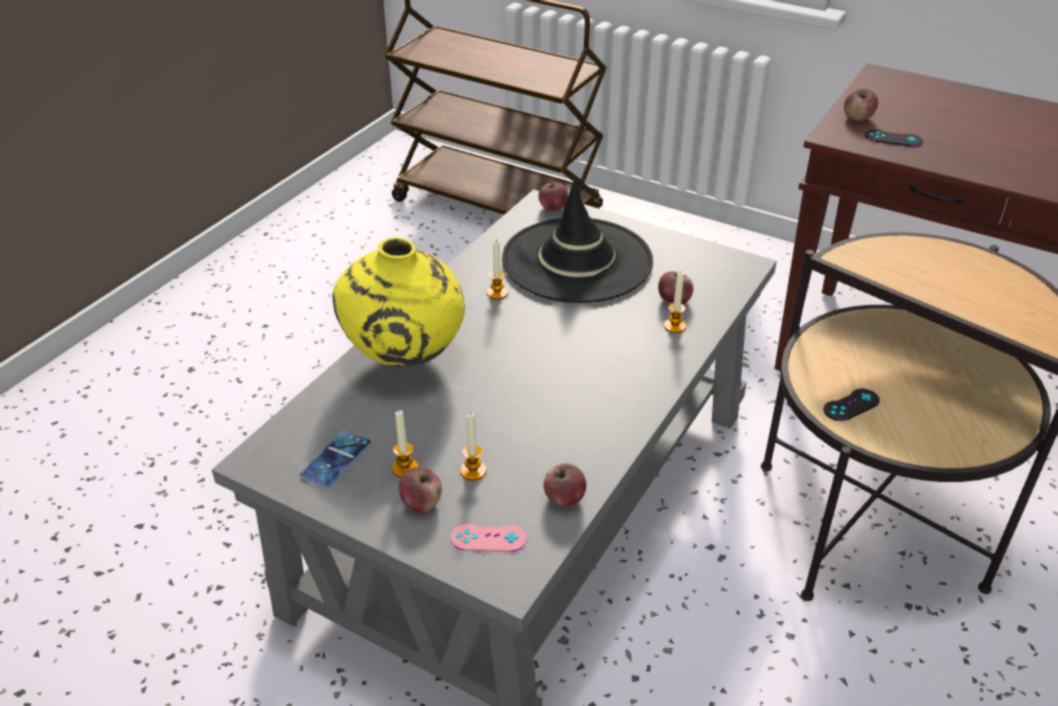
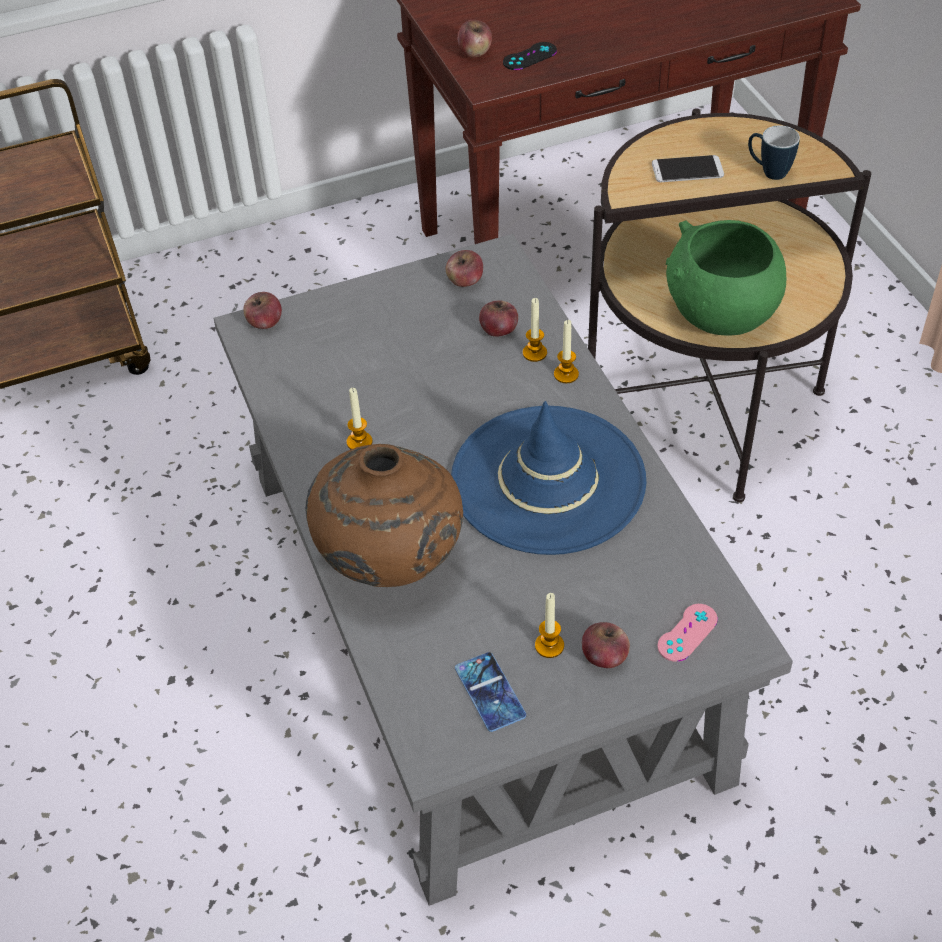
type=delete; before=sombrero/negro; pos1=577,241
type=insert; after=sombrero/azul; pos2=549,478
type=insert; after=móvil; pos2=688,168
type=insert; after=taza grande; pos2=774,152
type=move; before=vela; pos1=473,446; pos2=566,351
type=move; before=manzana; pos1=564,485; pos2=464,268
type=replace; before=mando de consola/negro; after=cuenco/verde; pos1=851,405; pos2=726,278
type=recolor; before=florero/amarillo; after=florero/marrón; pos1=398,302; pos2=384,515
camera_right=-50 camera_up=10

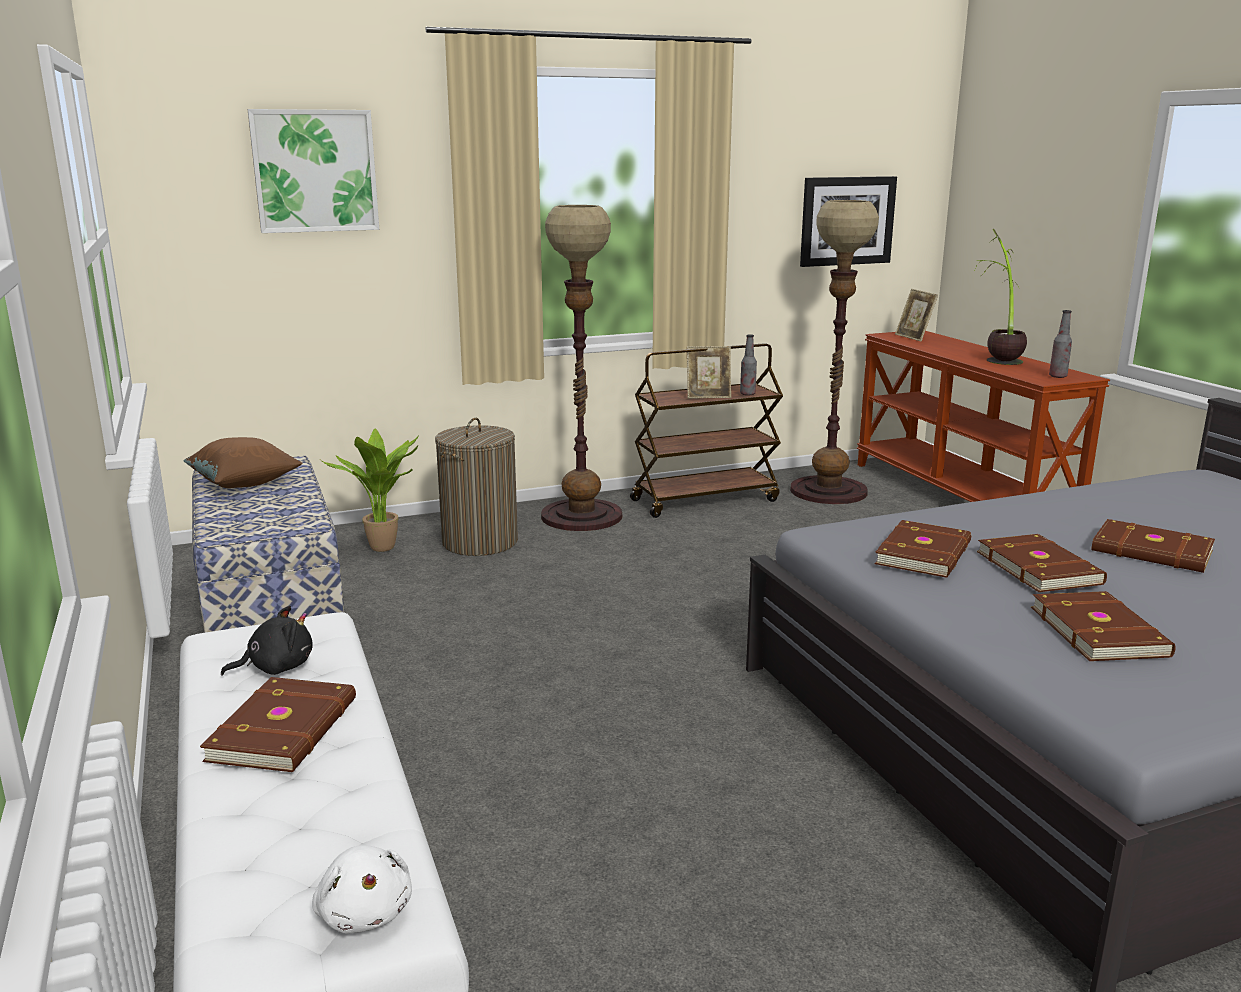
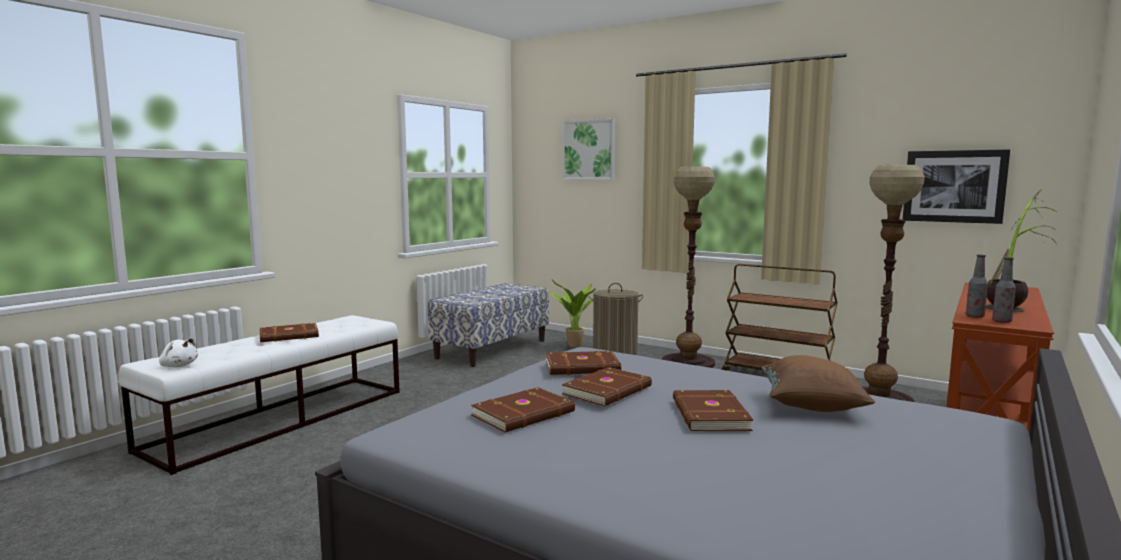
type=delete; before=peluche/negro; pos1=266,640
type=delete; before=portarretratos; pos1=709,372
type=move; before=cojín/marrón; pos1=243,462; pos2=818,383
type=move; before=botella; pos1=748,365; pos2=977,286
type=rotate; before=peluche/blanco; pos1=362,889; pos2=178,352; turn=-90
camera_right=55 camera_up=-10

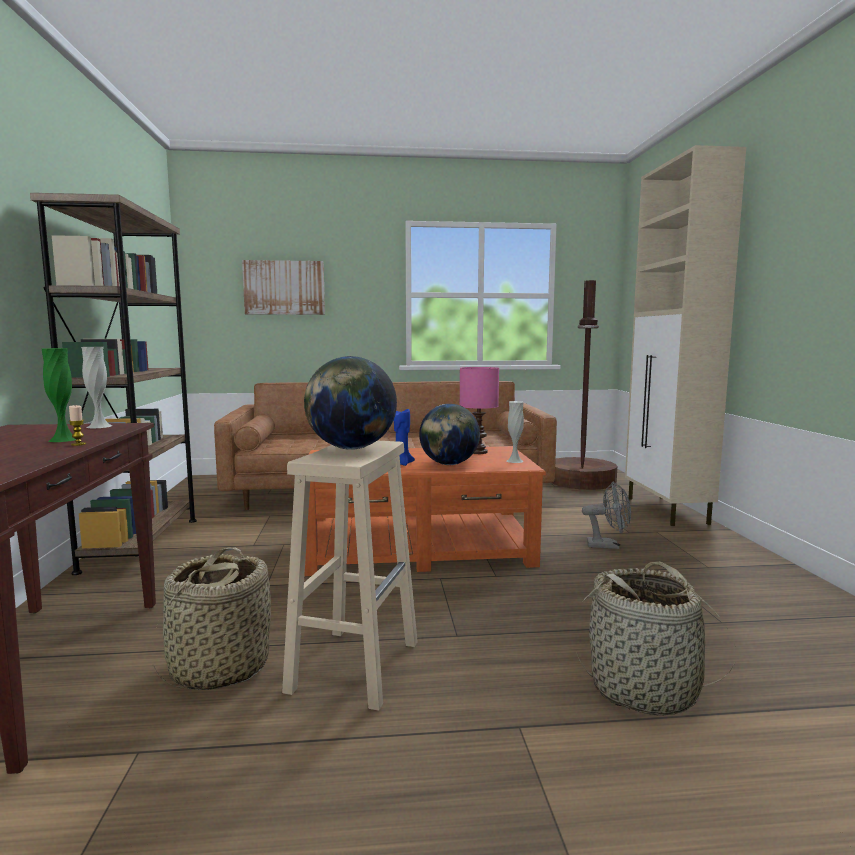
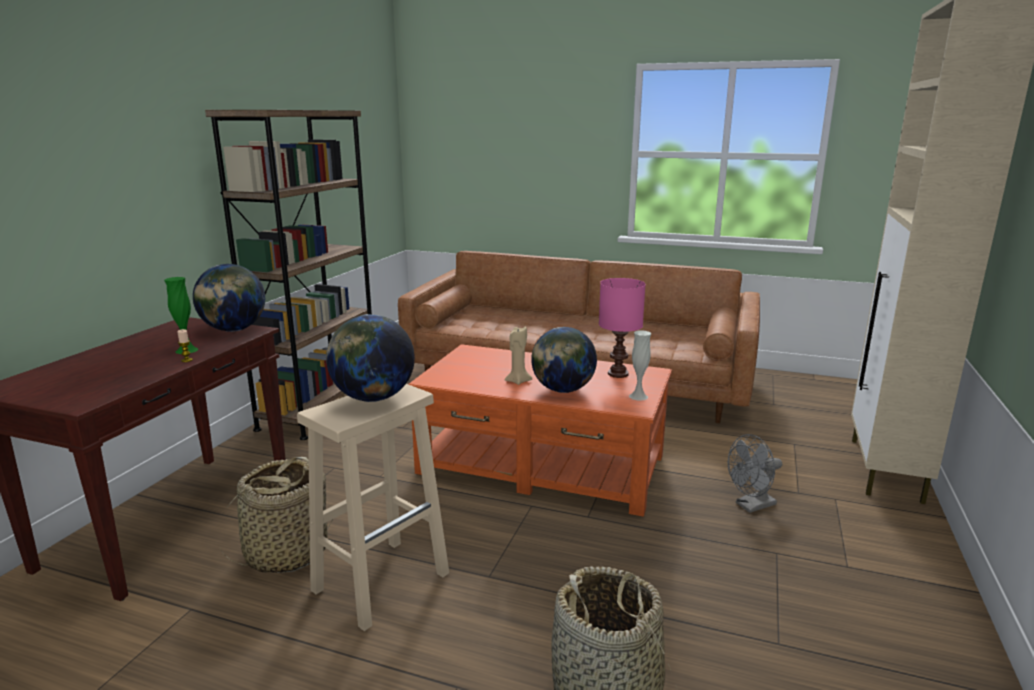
type=delete; before=cuadro; pos1=283,287
type=delete; before=lámpara de pie/marrón; pos1=584,385
type=replace; before=florero/blanco; after=globo terráqueo; pos1=96,387; pos2=229,298
type=recolor; before=vela/azul; after=vela/beis; pos1=404,437; pos2=518,356
type=rotate; before=ventilador/gris; pos1=606,515; pos2=755,473; turn=120
camera_right=25 camera_up=10

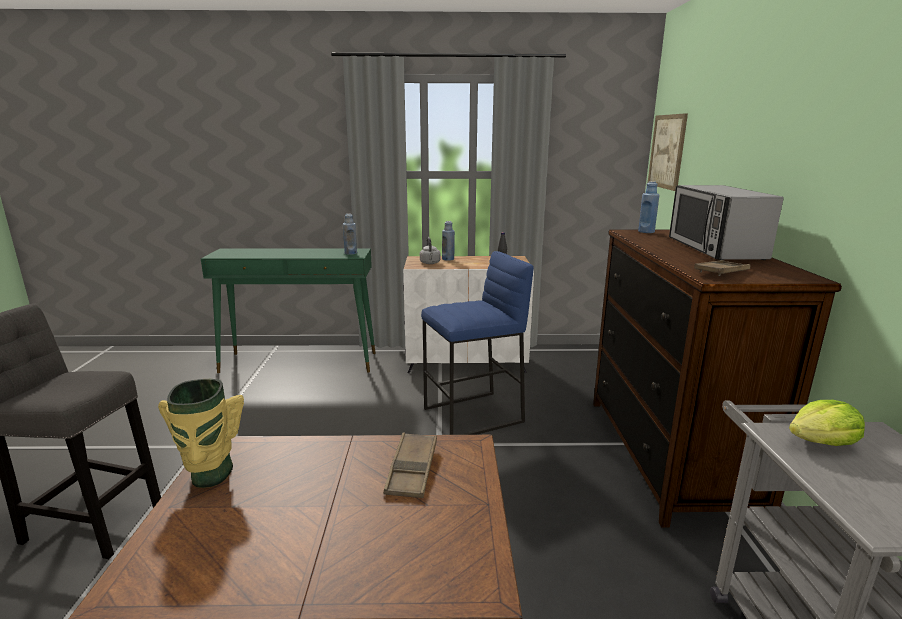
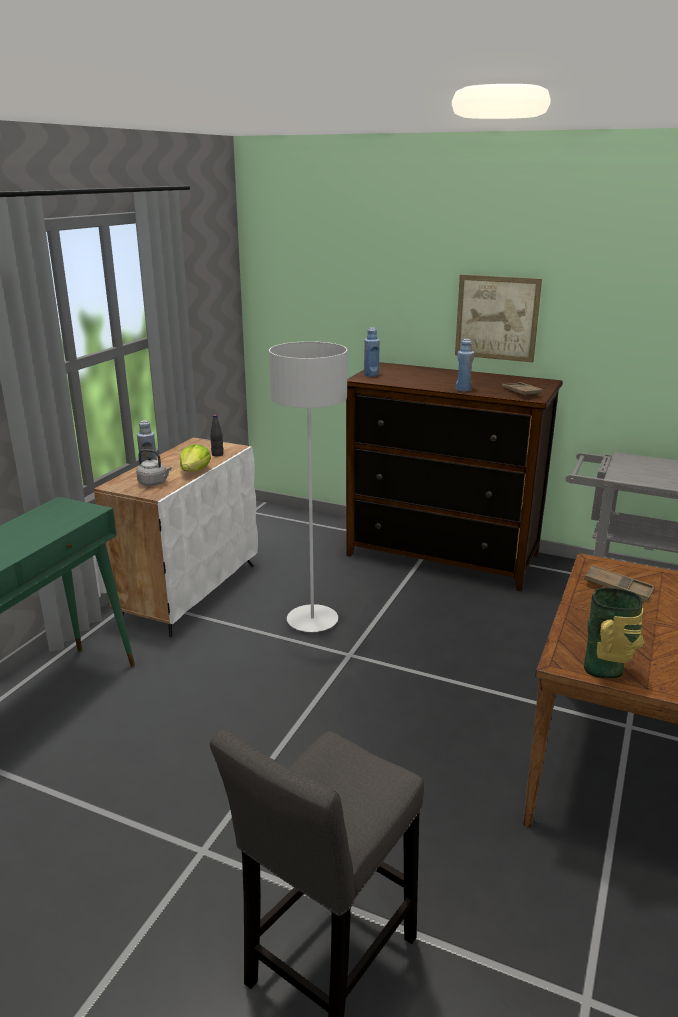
type=delete; before=microondas; pos1=726,222
type=move; before=botella/azul; pos1=350,234; pos2=465,365
type=move; before=cuadro; pos1=668,152; pos2=498,318
type=move; before=lechuga; pos1=827,423; pos2=195,458
type=replace; before=taburete/azul; after=lámpara de pie/gris; pos1=477,343; pos2=308,486
camera_right=-65 camera_up=5

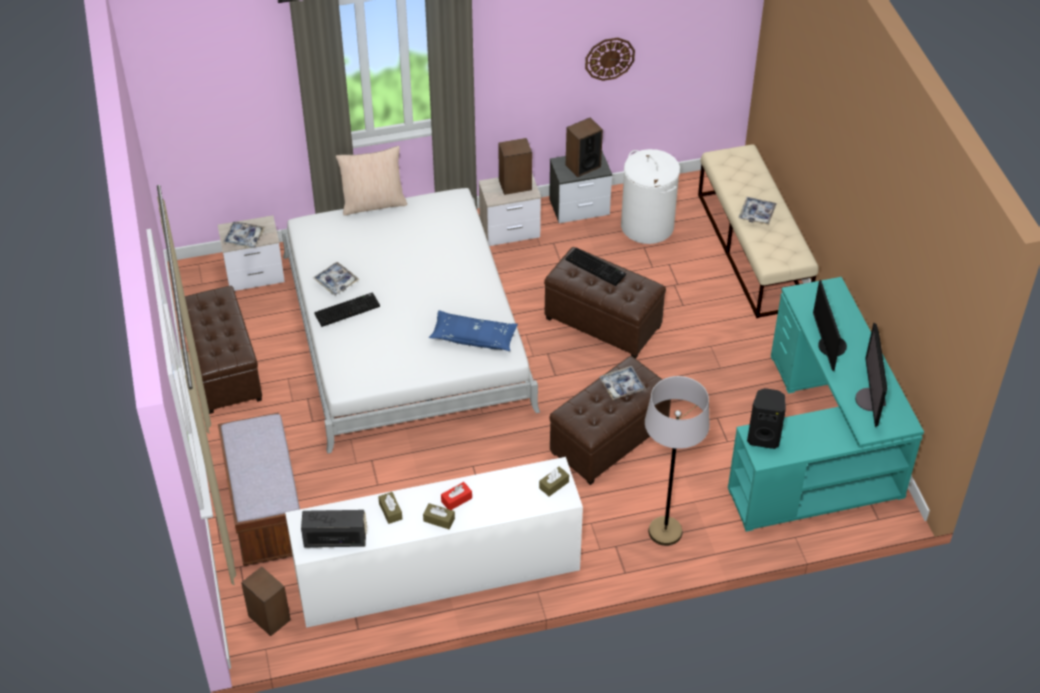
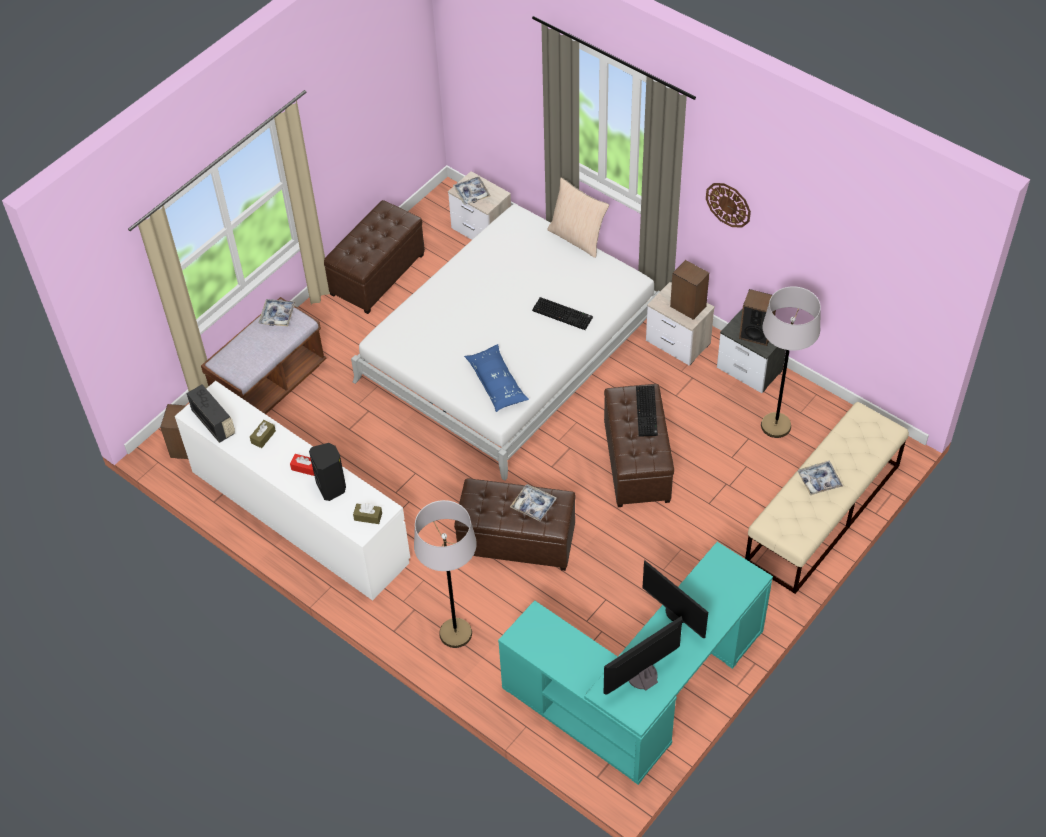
type=delete; before=caja de pañuelos/marrón; pos1=439,516
type=move; before=bandeja; pos1=336,278; pos2=277,312
type=move; before=teclado; pos1=347,309; pos2=562,313
type=move; before=reloj de pared; pos1=610,59; pos2=728,205
type=move; before=altavoz/negro; pos1=766,418; pos2=327,472
type=replace; before=cesto de la ropa/blanco; after=lámpara de pie/gris; pos1=650,196; pos2=791,362
type=rotate; before=monitor; pos1=830,325; pos2=675,599; turn=-90
camera_right=55 camera_up=5

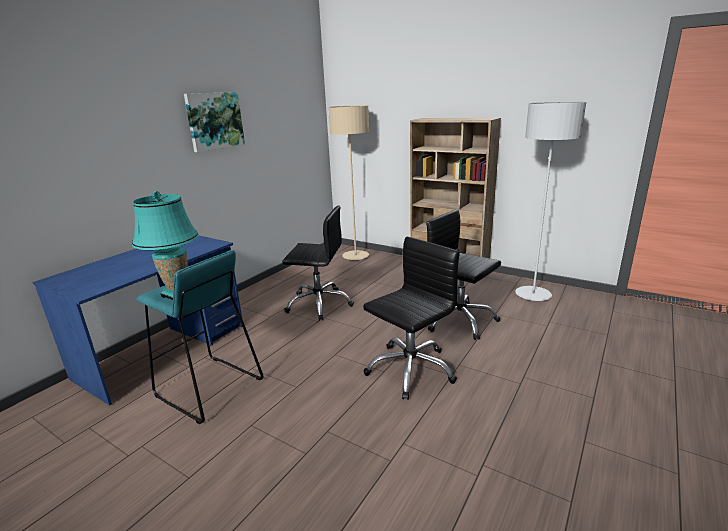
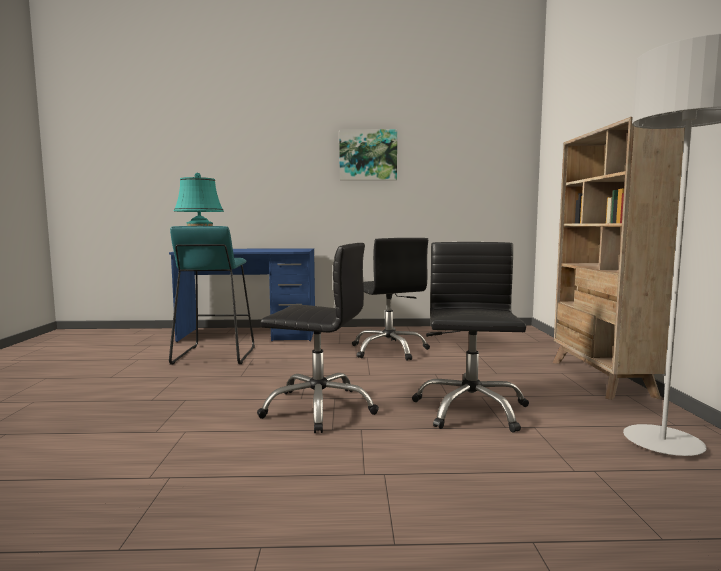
type=delete; before=lámpara de pie/beis; pos1=348,182
camera_right=55 camera_up=-15

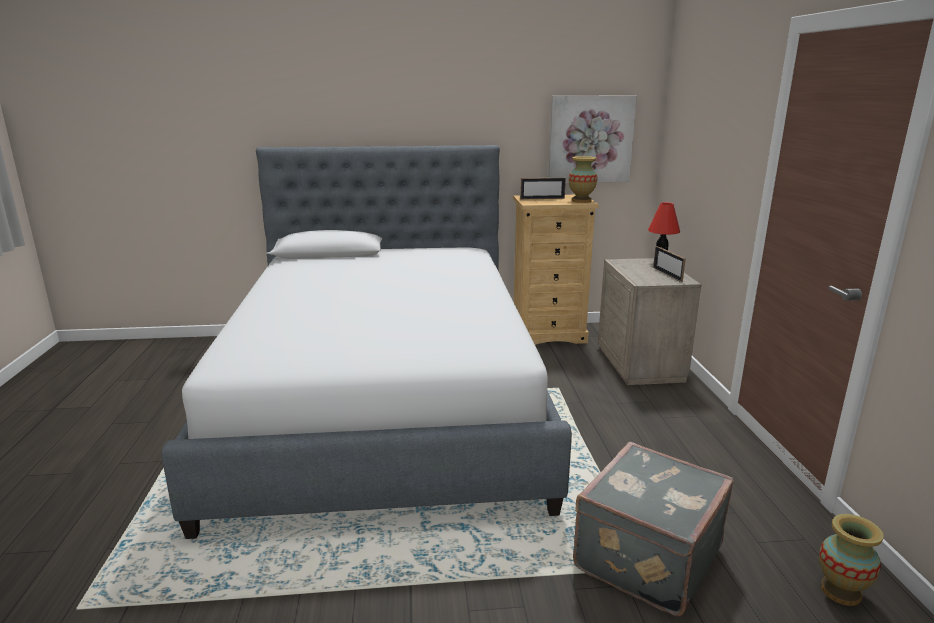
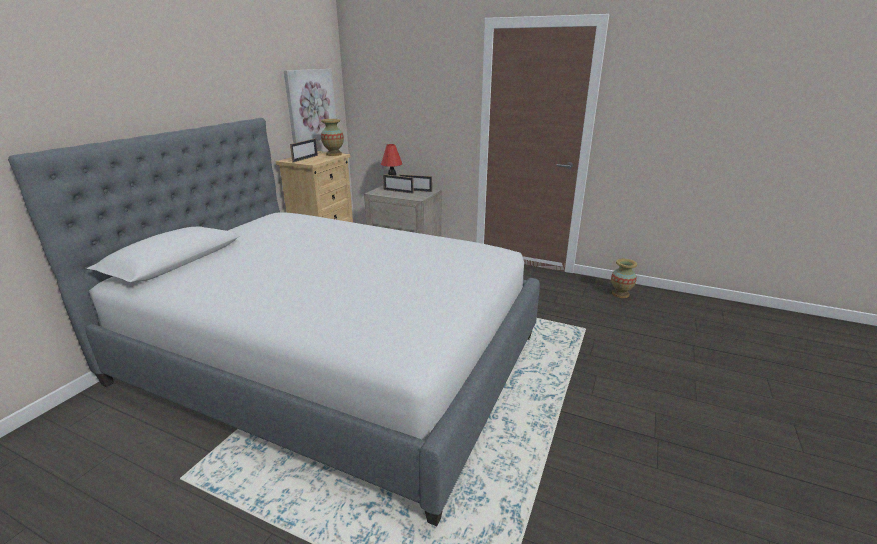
type=delete; before=maleta/gris; pos1=653,529
type=insert; after=portarretratos; pos2=398,184
camera_right=-60 camera_up=5

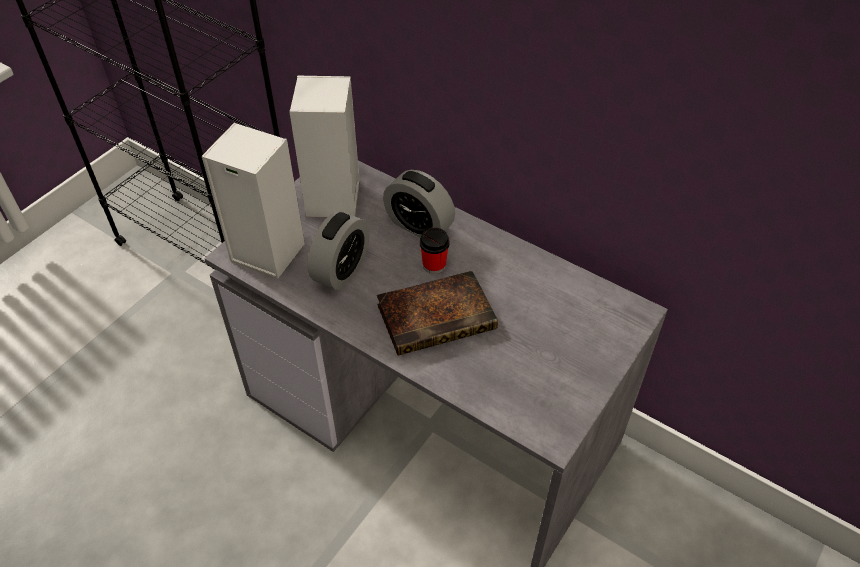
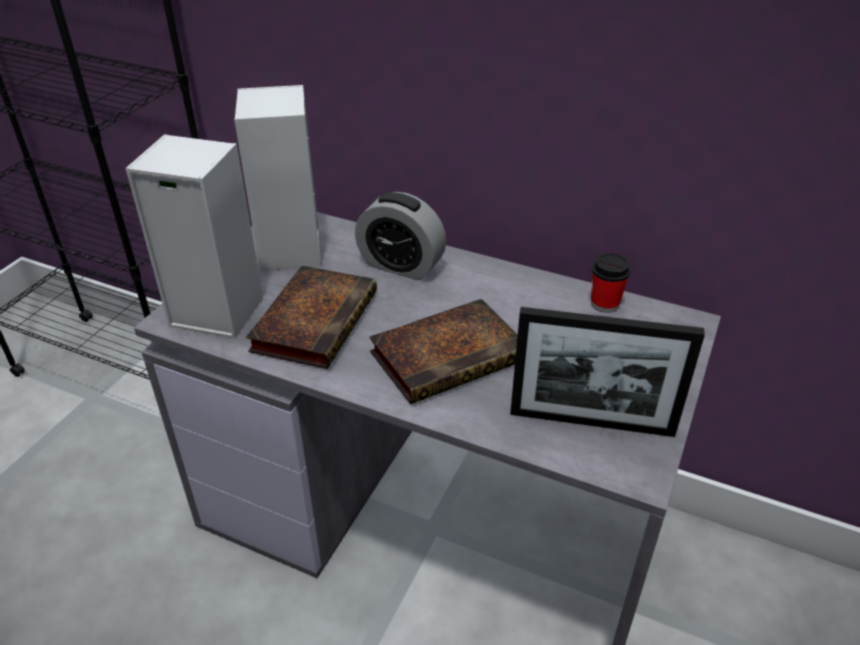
type=insert; after=portarretratos; pos2=607,372
type=move; before=taza; pos1=434,251; pos2=611,283
type=replace; before=despertador; after=libro; pos1=338,250; pos2=311,317
camera_right=-10 camera_up=-10

